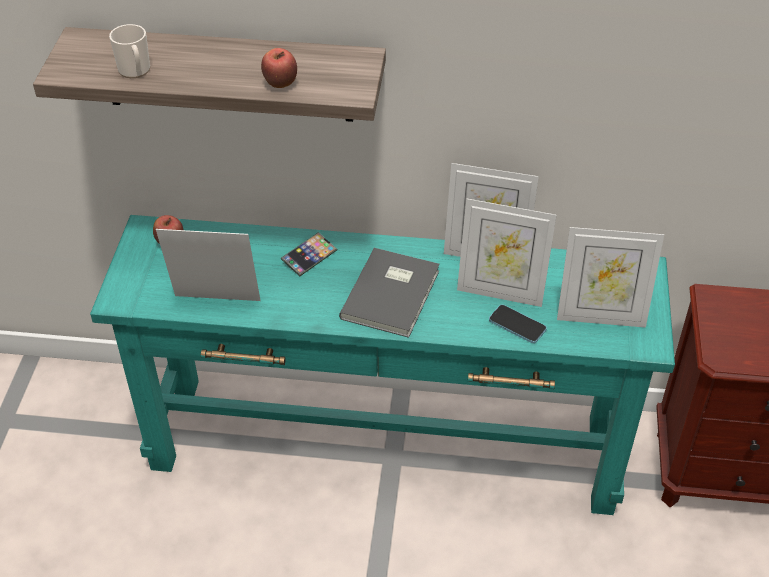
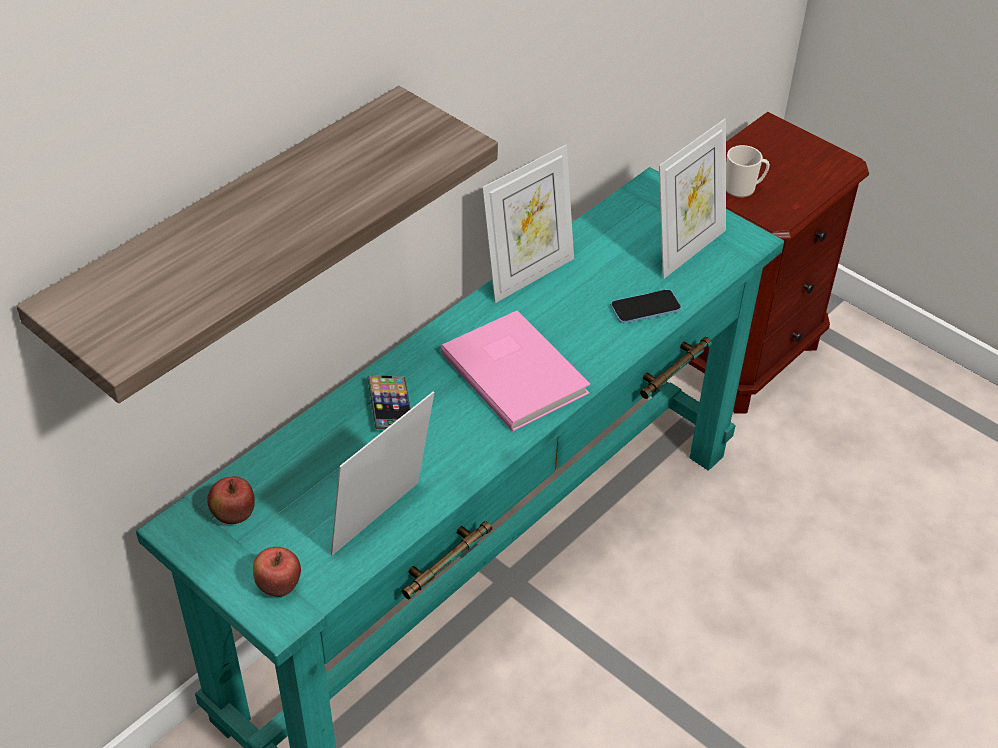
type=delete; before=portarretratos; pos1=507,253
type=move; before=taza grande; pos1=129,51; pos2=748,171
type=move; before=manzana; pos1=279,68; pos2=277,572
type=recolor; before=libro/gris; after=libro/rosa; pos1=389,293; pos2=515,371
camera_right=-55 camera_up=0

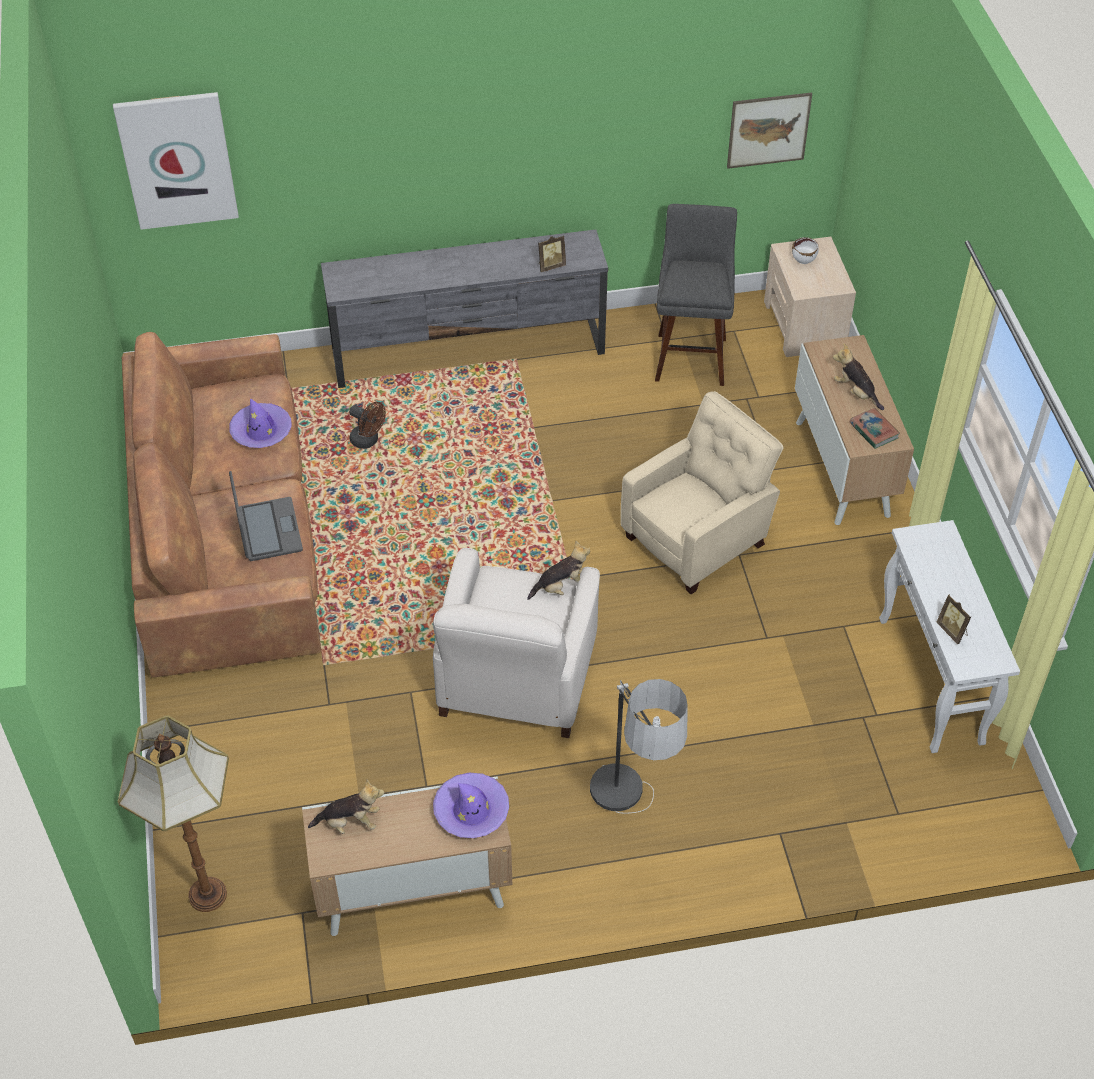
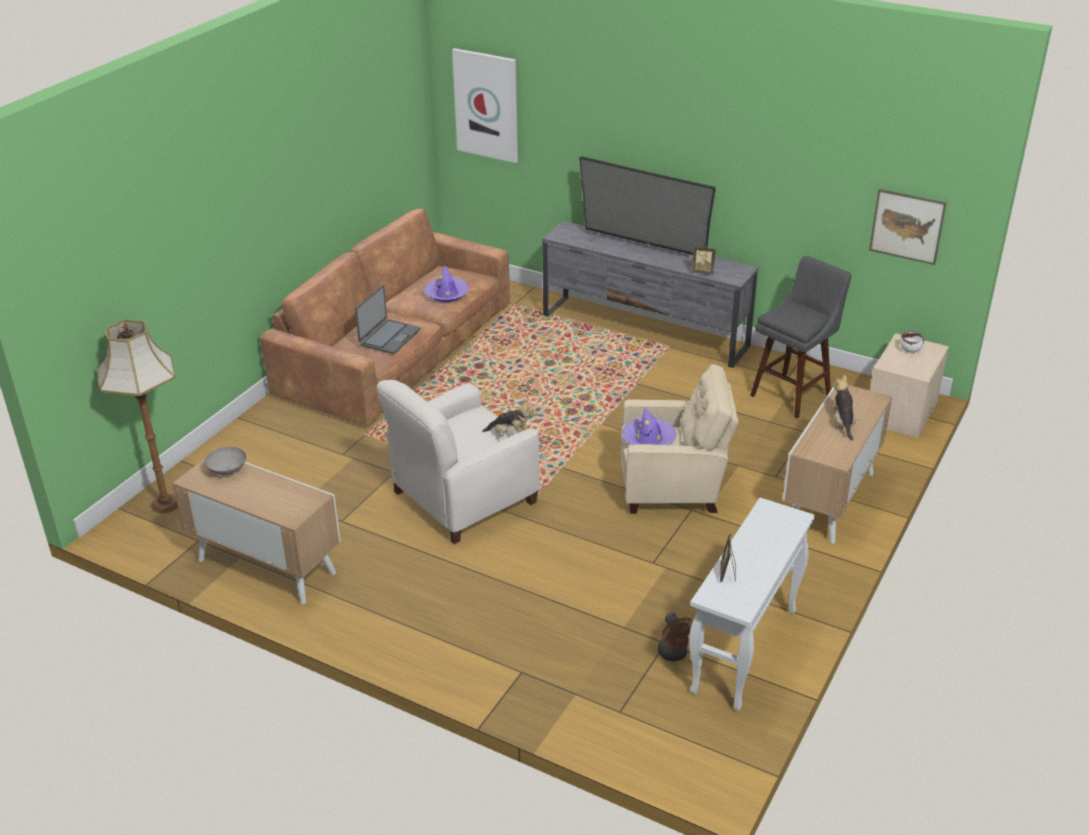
type=delete; before=lámpara de pie; pos1=639,746
type=delete; before=libro; pos1=875,428
type=insert; after=televisor; pos2=647,210
type=move; before=ventilador/marrón; pos1=367,425; pos2=675,636
type=move; before=sombrero/morado; pos1=471,805; pos2=649,426
type=replace; before=peluche; after=cuenco/gris; pos1=346,806; pos2=225,461
camera_right=40 camera_up=-15

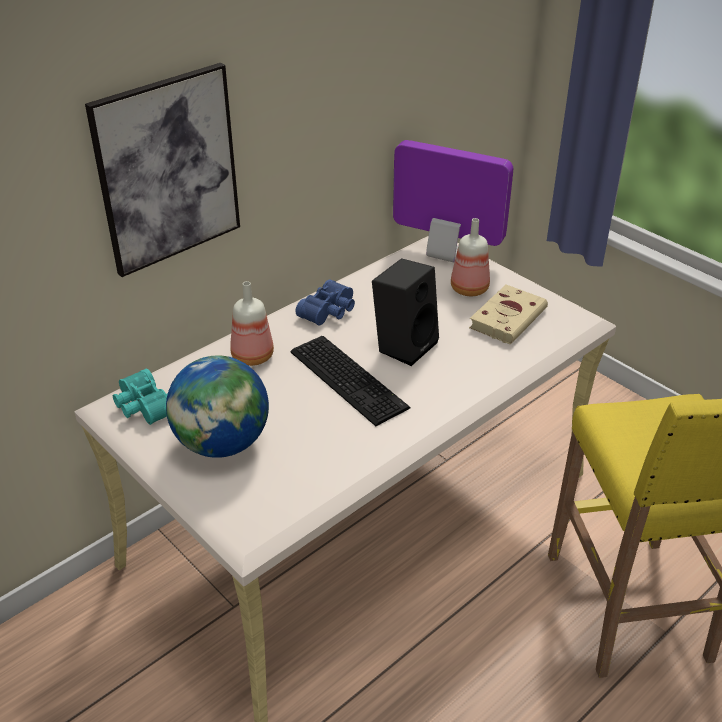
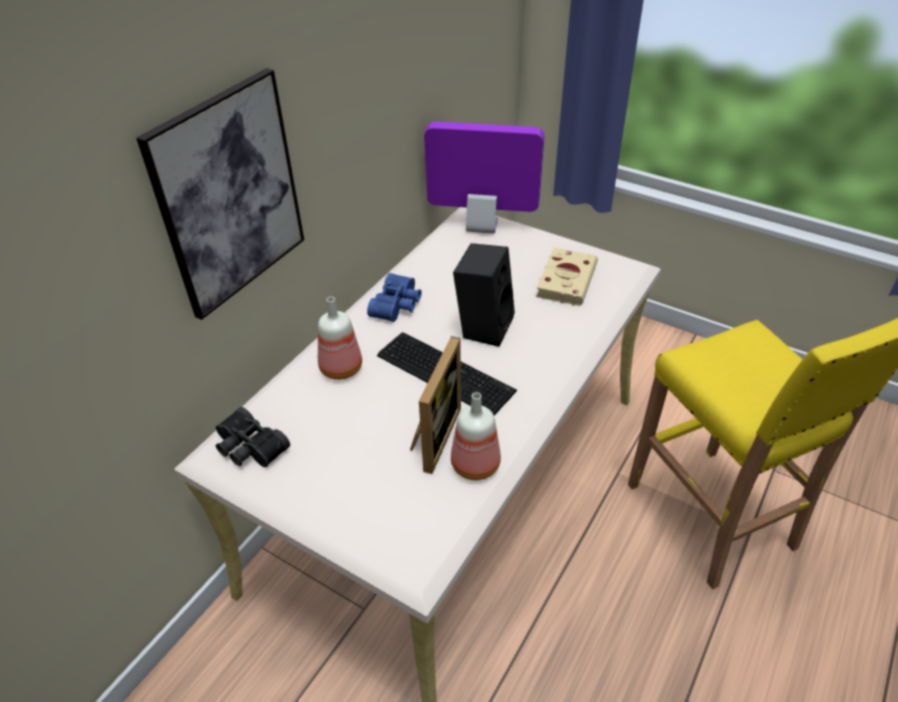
type=delete; before=globo terráqueo; pos1=217,407
type=insert; after=portarretratos; pos2=435,405
type=move; before=botella; pos1=470,257; pos2=476,436
type=recolor; before=prismáticos/turquesa; after=prismáticos/negro; pos1=140,396; pos2=253,437
camera_right=-15 camera_up=5

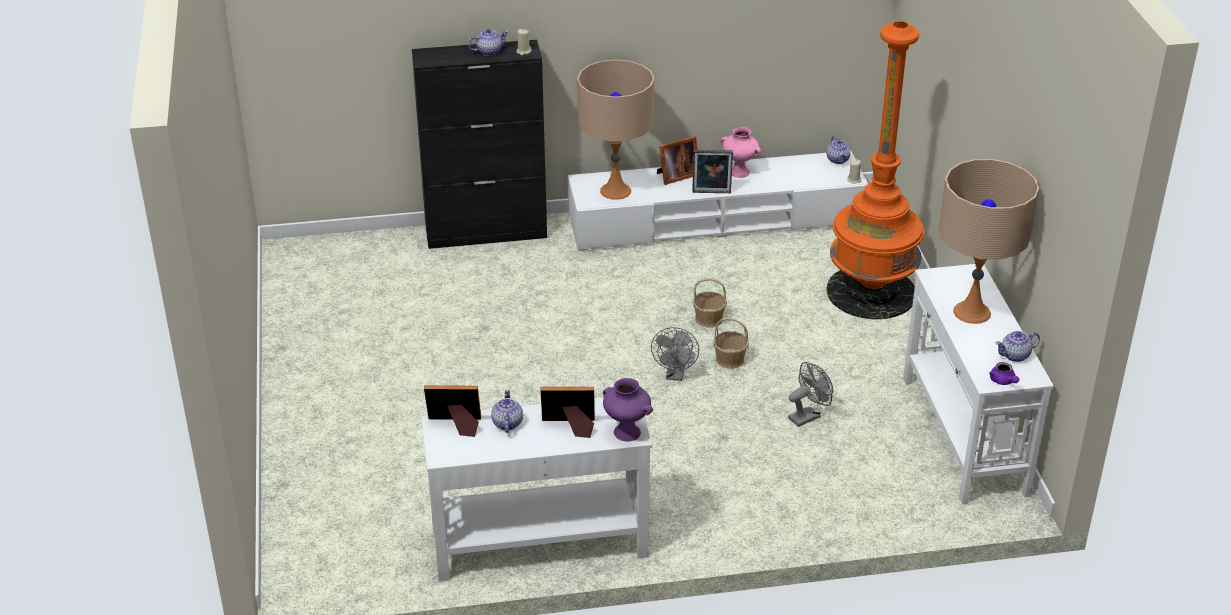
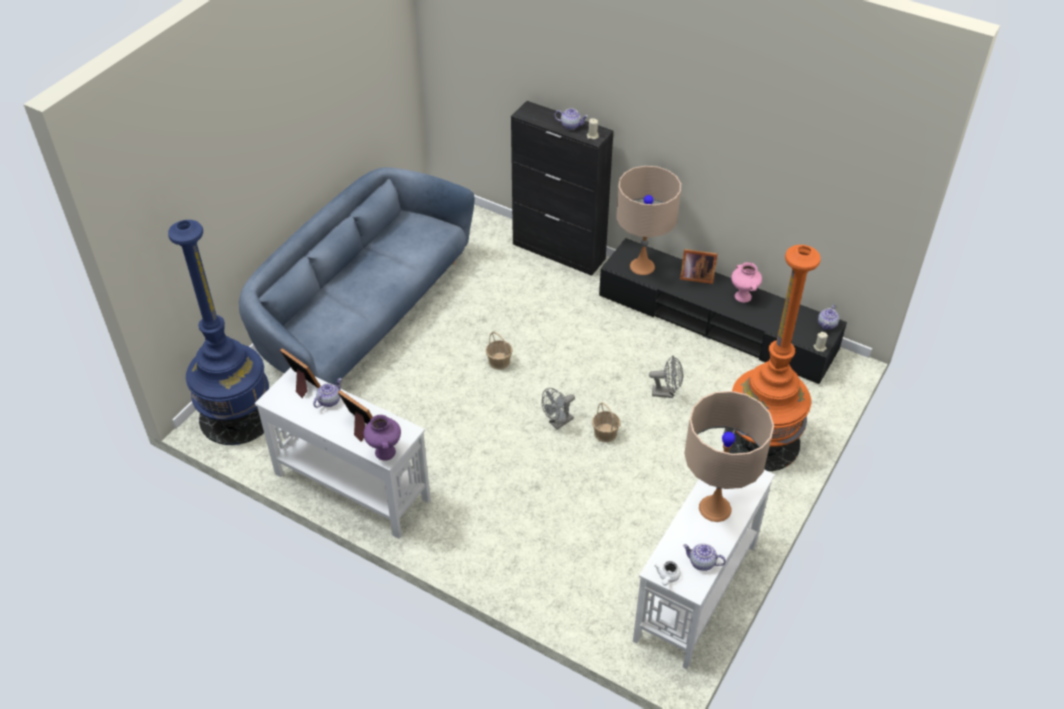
type=delete; before=portarretratos; pos1=712,171
type=insert; after=lámpara de pie/azul; pos2=218,332
type=insert; after=sofá/azul; pos2=357,276
type=move; before=cesta; pos1=710,303; pos2=499,350
type=move; before=ventilador/gris; pos1=810,394; pos2=666,376
type=recolor; before=mueble de televisión/blanco; after=mueble de televisión/negro; pos1=718,200; pos2=723,311
type=recolor; before=tetera/morado; after=tetera/blanco; pos1=1004,373; pos2=667,573
camera_right=40 camera_up=10

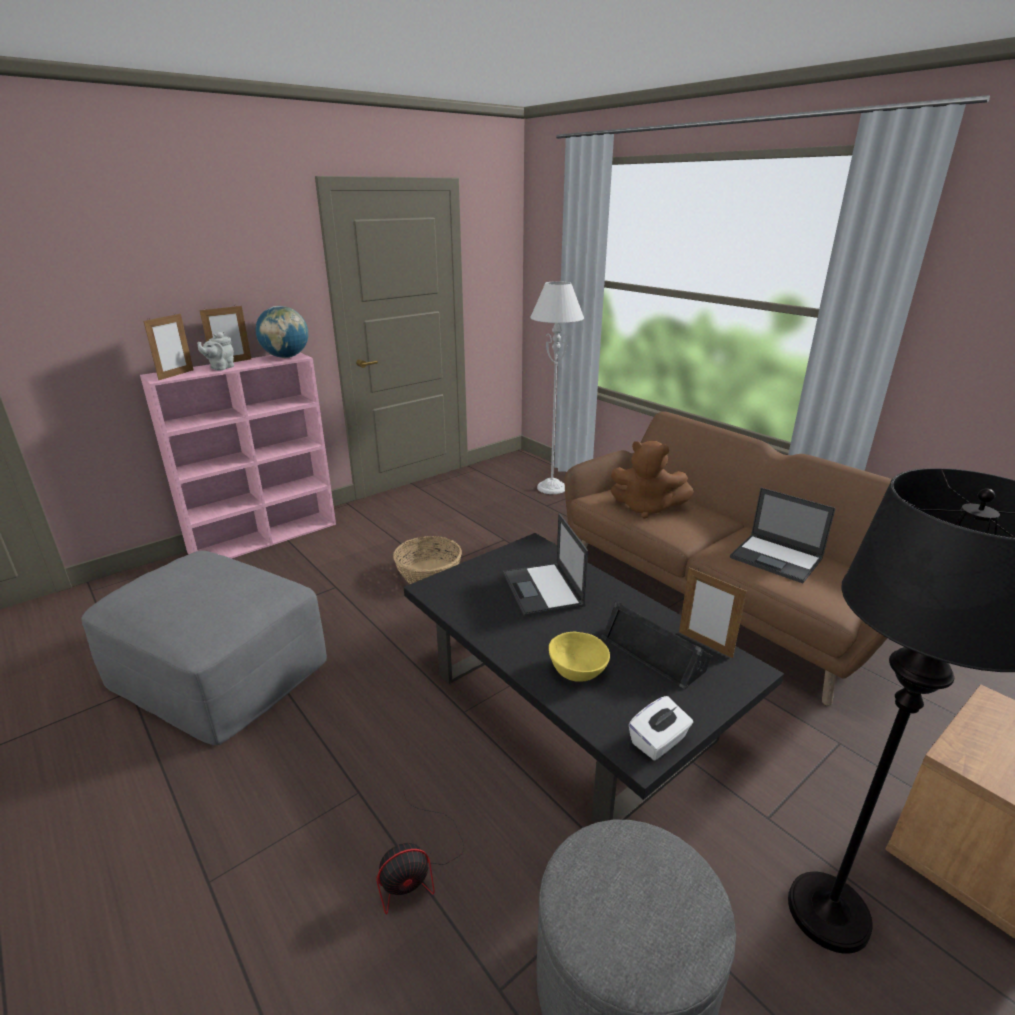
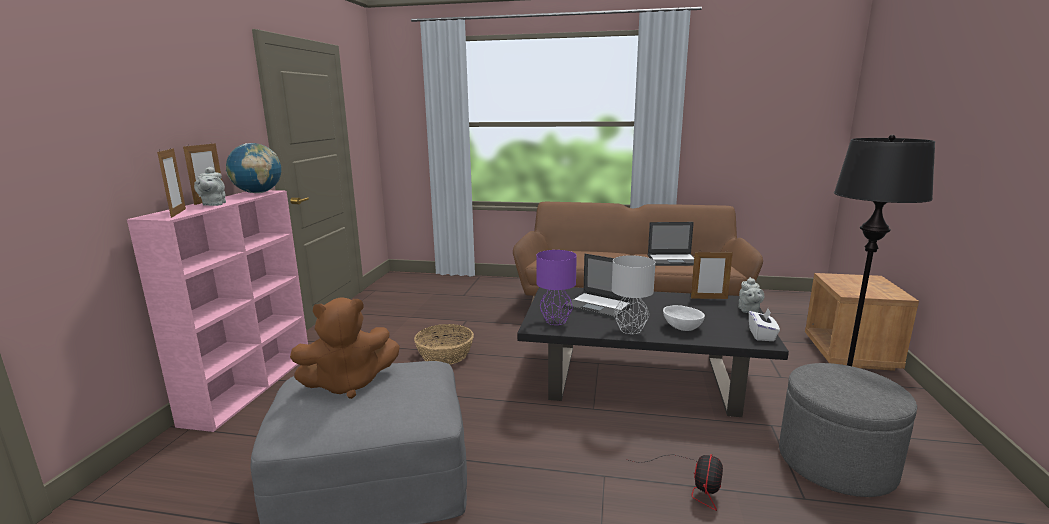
type=delete; before=lámpara de pie/gris; pos1=557,387
type=delete; before=altavoz/negro; pos1=657,645
type=insert; after=lámpara de mesa/morado; pos2=556,287
type=insert; after=lámpara de mesa/gris; pos2=634,294
type=insert; after=tetera/gris; pos2=751,295
type=move; before=peluche/marrón; pos1=652,479; pos2=345,348
type=recolor; before=cuenco/amarillo; after=cuenco/blanco; pos1=579,657; pos2=684,318
camera_right=-40 camera_up=-10

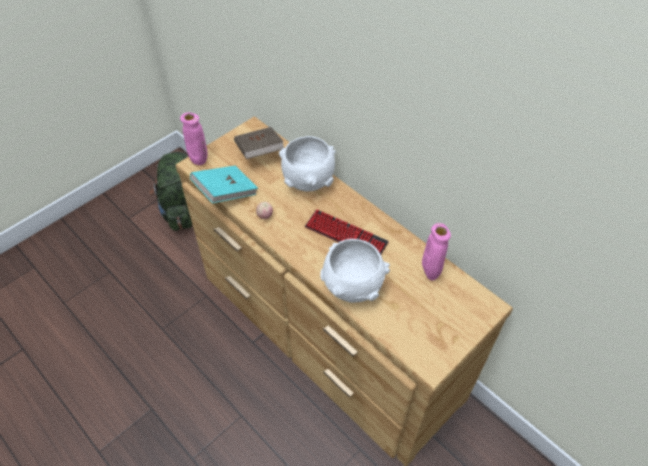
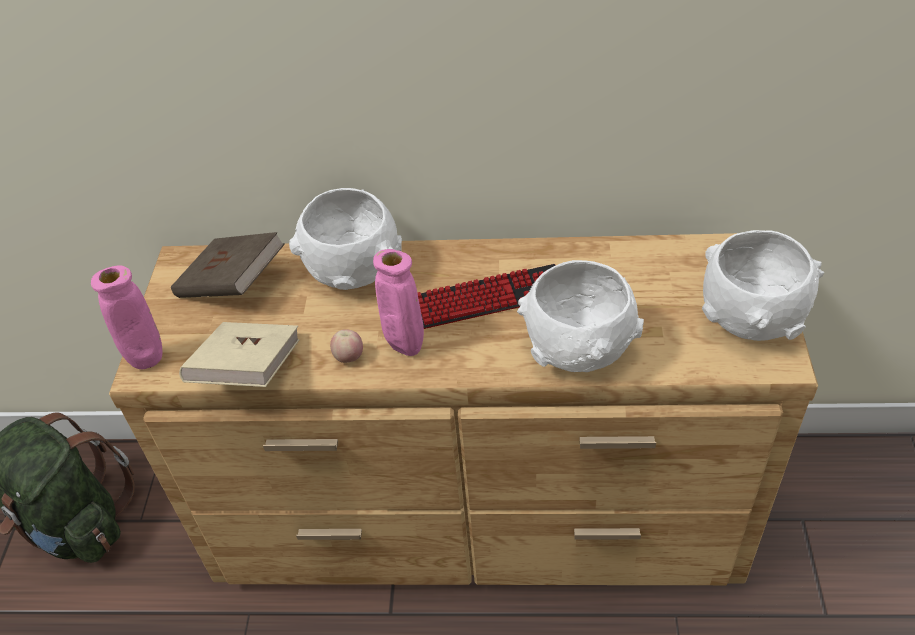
type=insert; after=cuenco/blanco; pos2=763,285
type=move; before=florero/rosa; pos1=436,252; pos2=398,302
type=recolor; before=libro/turquesa; after=libro/beis; pos1=224,184; pos2=239,354
camera_right=-40 camera_up=-5

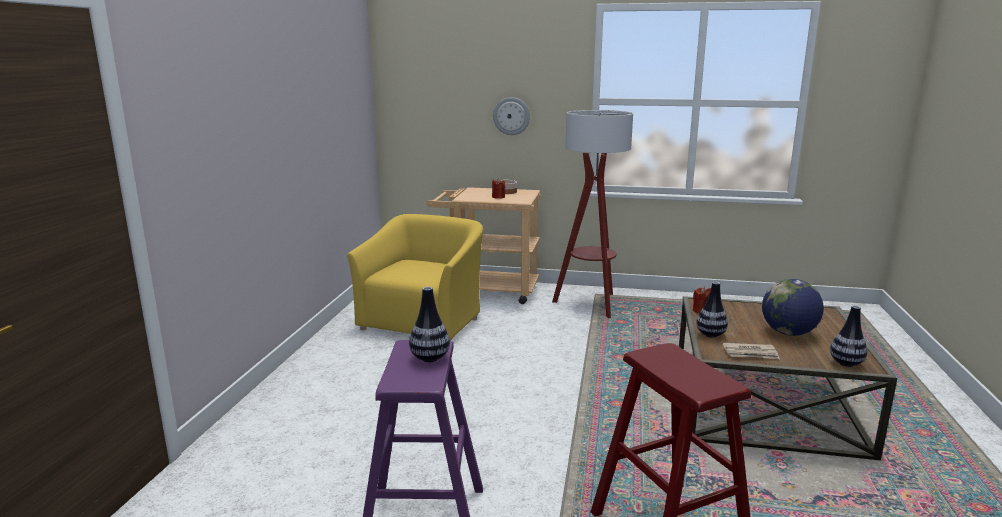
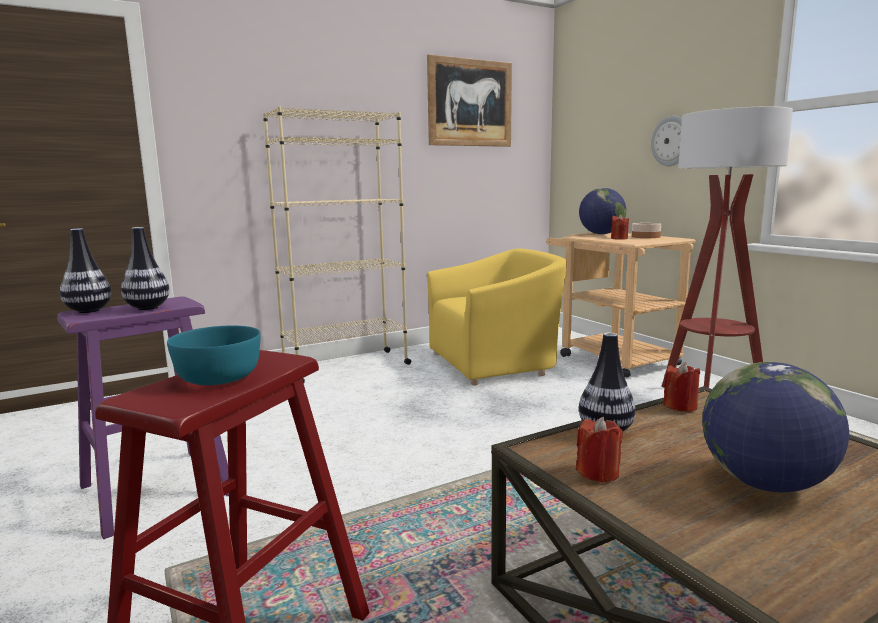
type=insert; after=cuenco/turquesa; pos2=214,355
type=insert; after=estantería/beis; pos2=337,244
type=insert; after=cuadro; pos2=469,100
type=insert; after=globo terráqueo; pos2=602,211
type=move; before=florero; pos1=848,336; pos2=86,271
type=replace; before=periódico; after=vela/rojo; pos1=751,351; pos2=599,450
camera_right=50 camera_up=-5

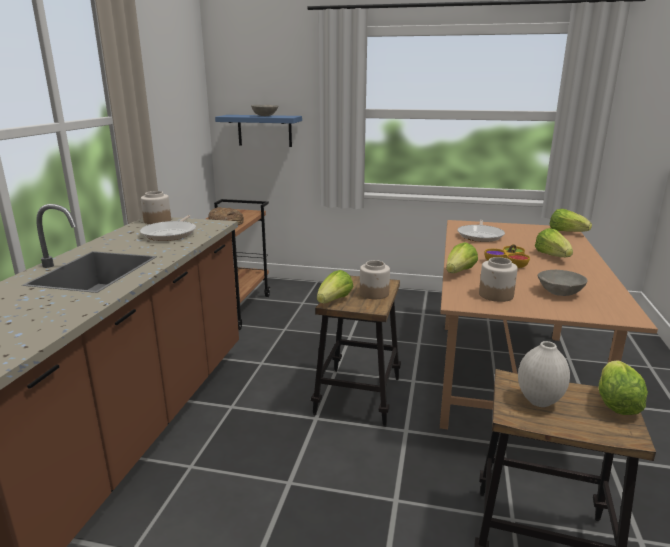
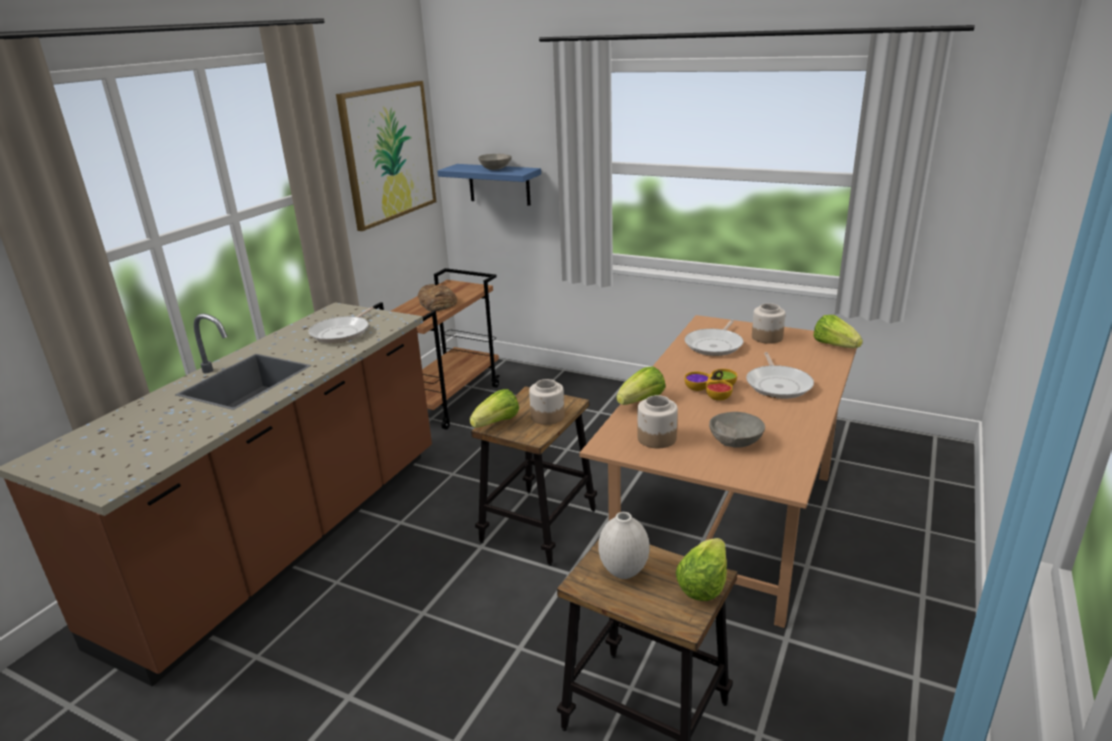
type=insert; after=cuadro; pos2=386,156
type=move; before=tarro; pos1=156,207; pos2=768,323
type=replace; before=lechuga; after=sartén; pos1=554,242; pos2=780,375
camera_right=15 camera_up=5

